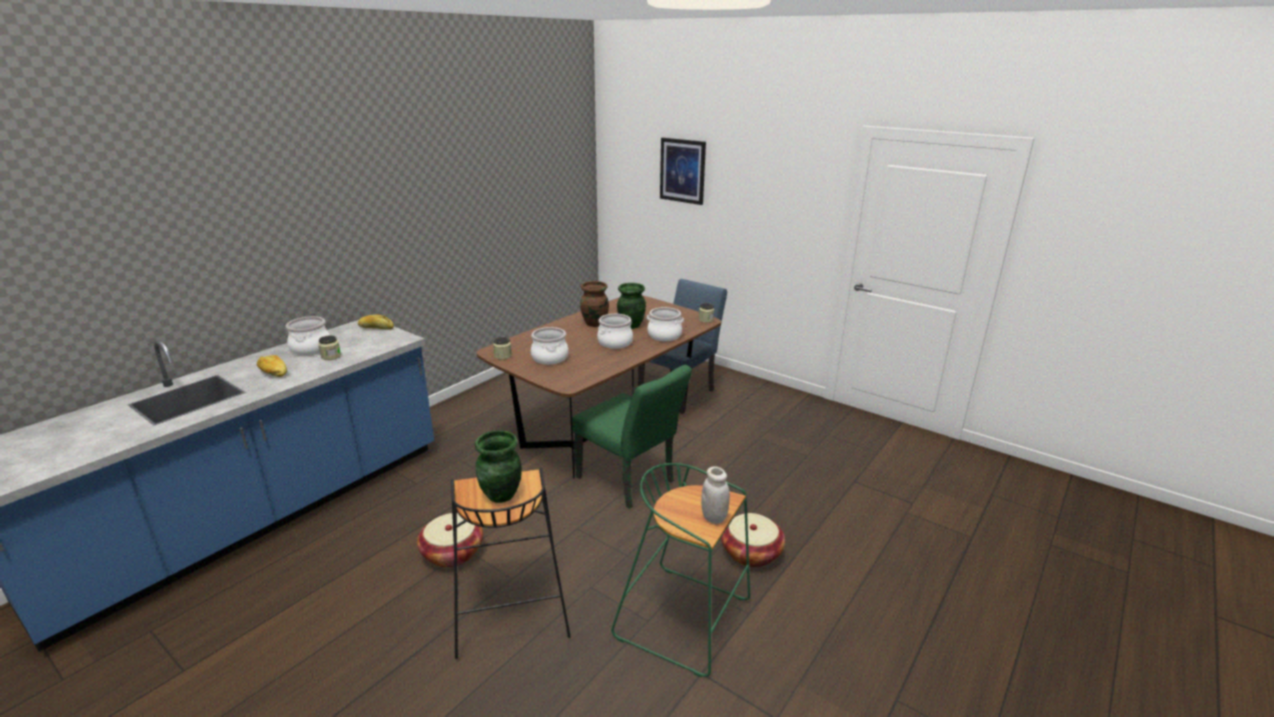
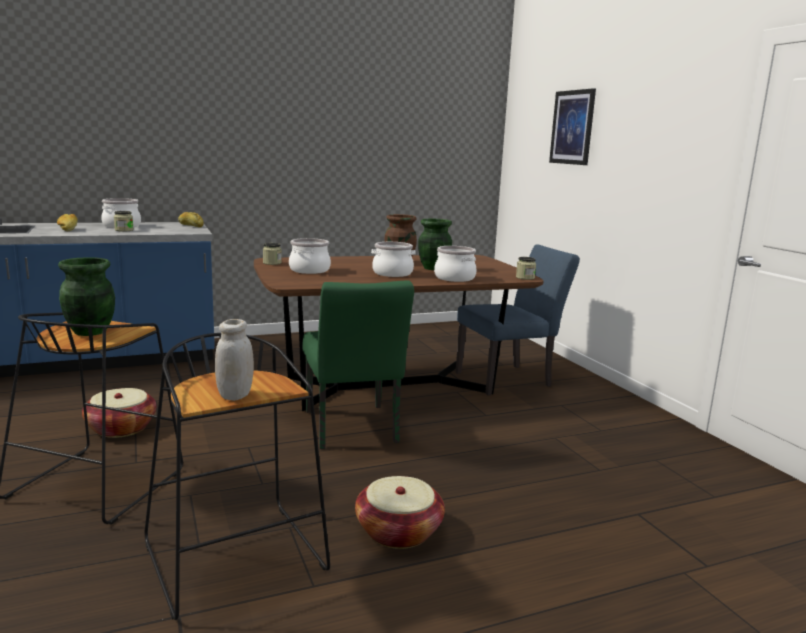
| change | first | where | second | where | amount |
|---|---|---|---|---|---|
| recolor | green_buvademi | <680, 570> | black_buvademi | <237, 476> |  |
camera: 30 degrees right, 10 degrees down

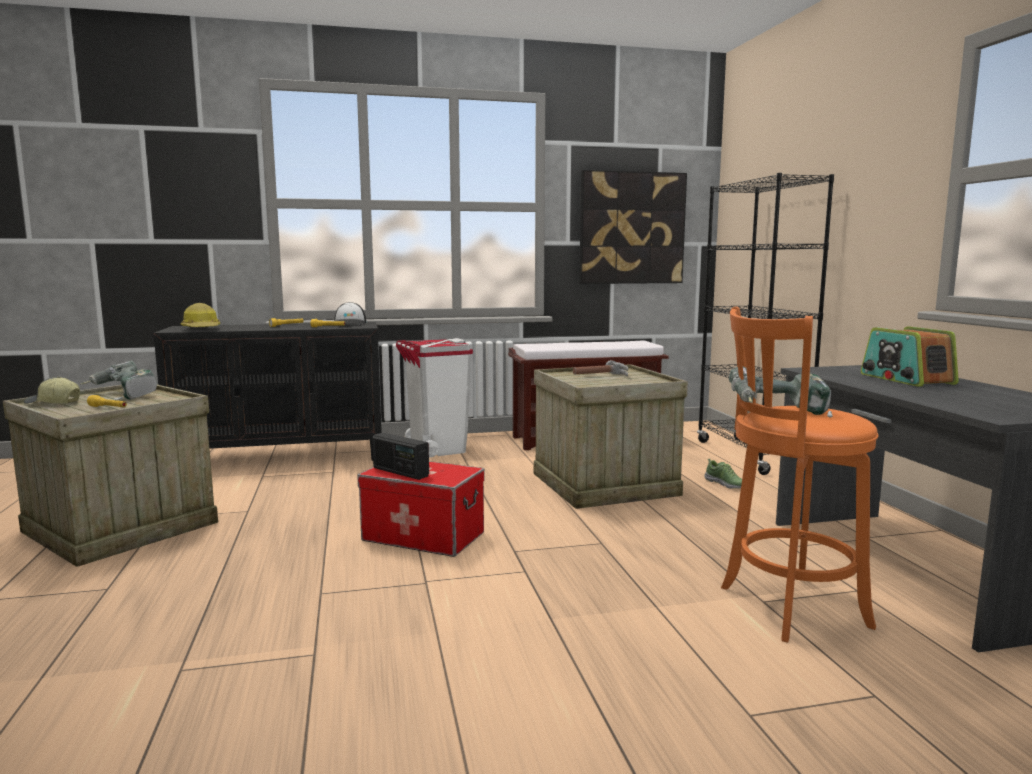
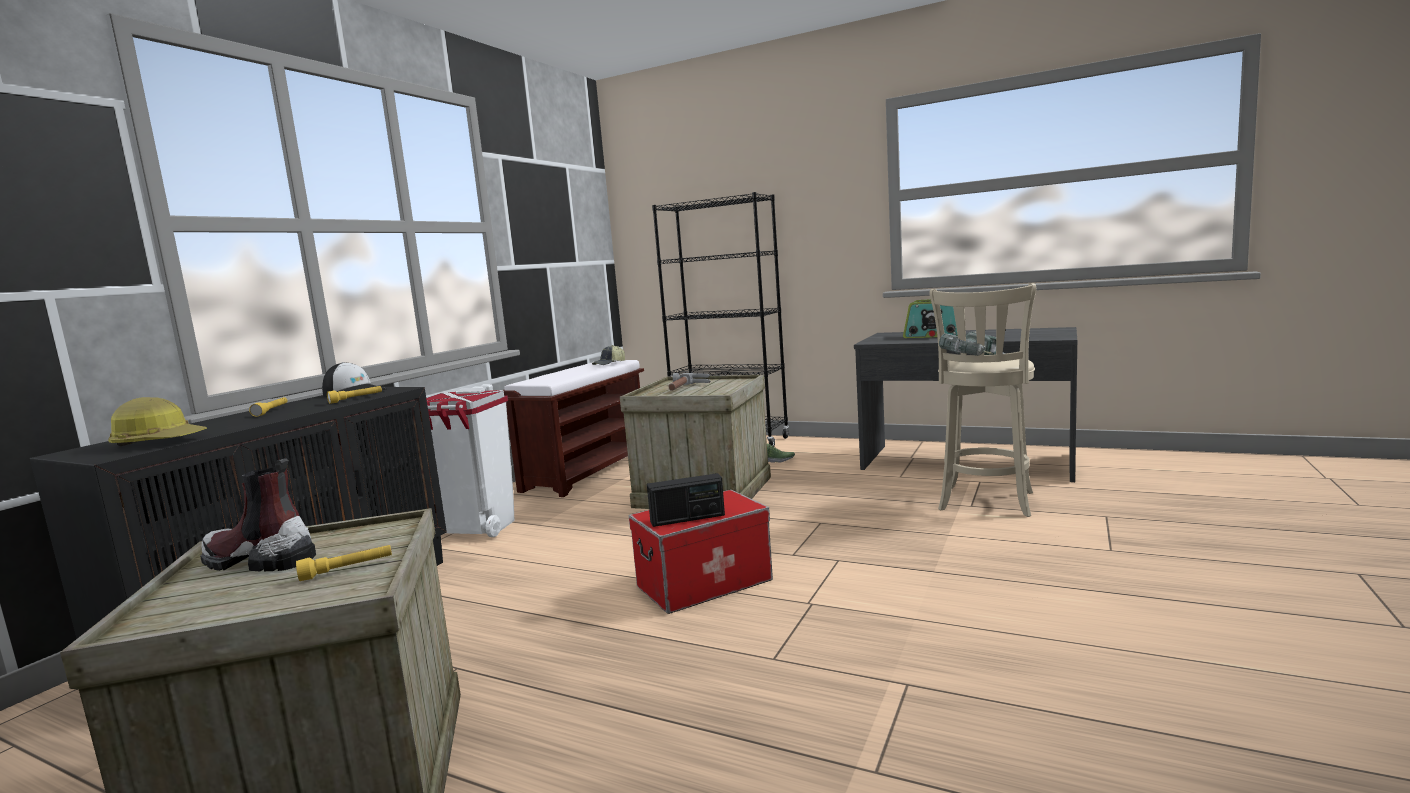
| change | first | where | second | where | amount |
|---|---|---|---|---|---|
| move | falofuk | <52, 390> |  | <608, 355> |  |
| replace | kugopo | <119, 381> | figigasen | <258, 514> |  |
| delete | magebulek | <633, 227> |  |  |  |
| recolor | orange_buvademi | <799, 475> | beige_buvademi | <982, 400> |  |
camera: 50 degrees left, 0 degrees up

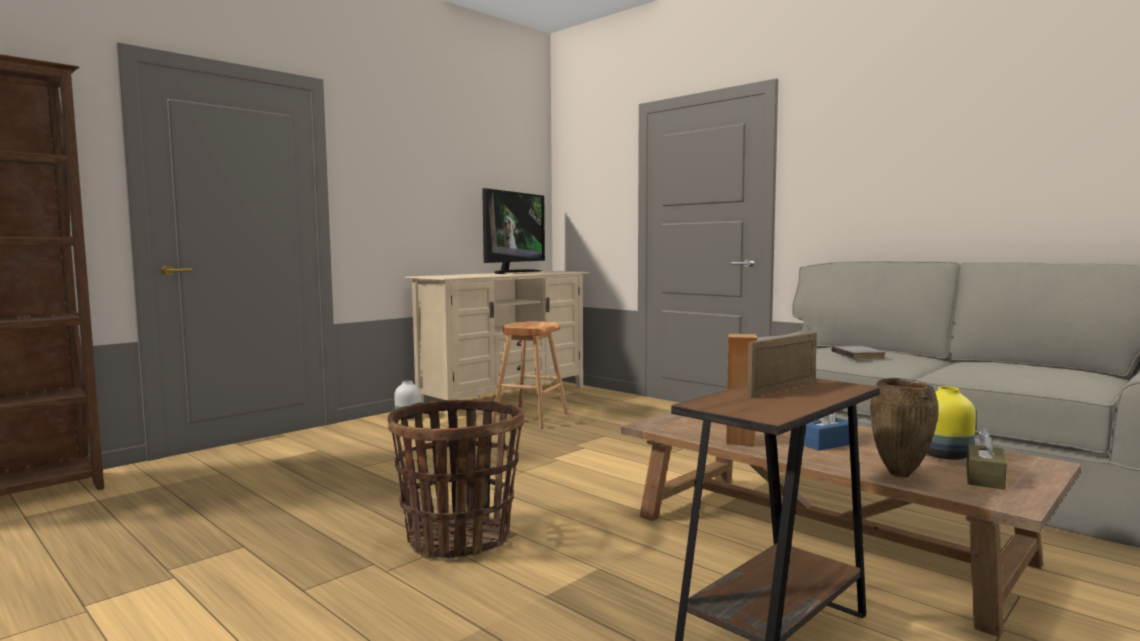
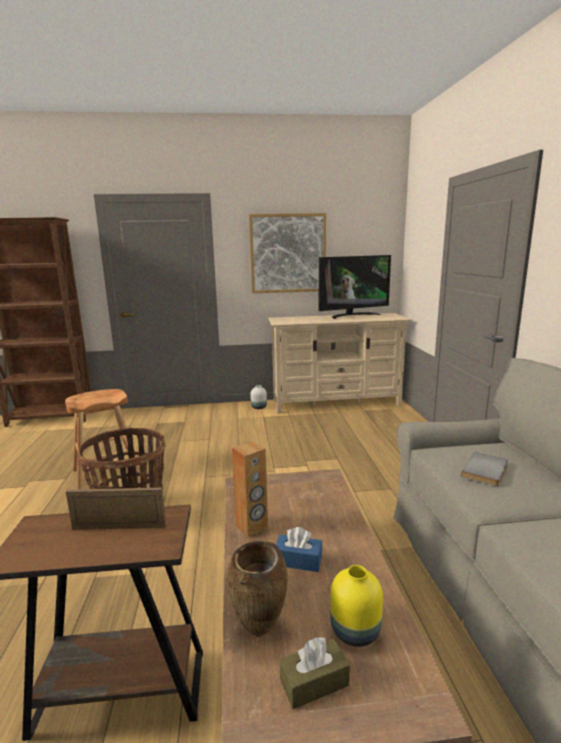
| change | first | where | second | where | amount |
|---|---|---|---|---|---|
| move | brown_buvademi | <530, 375> |  | <102, 439> |  |
| insert |  |  | magebulek | <287, 253> |  |
camera: 40 degrees right, 10 degrees up

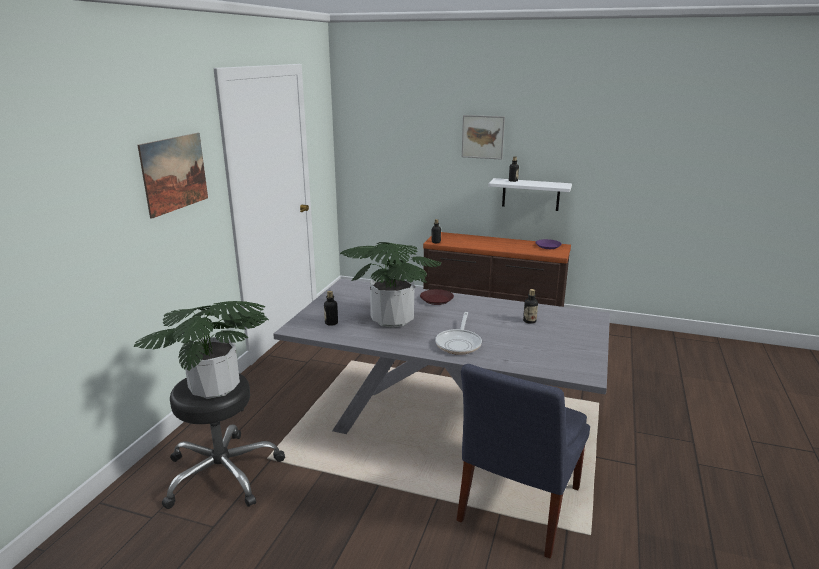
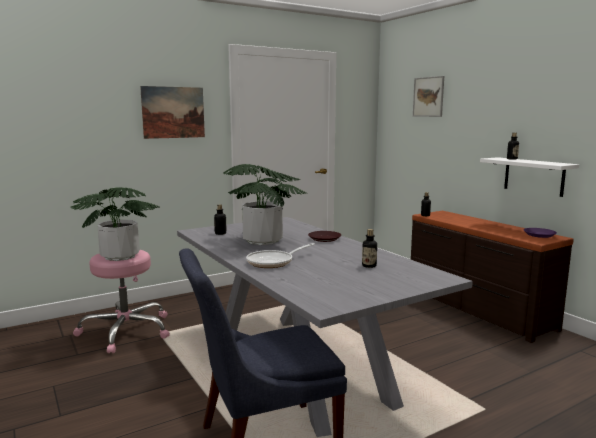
| change | first | where | second | where | amount |
|---|---|---|---|---|---|
| recolor | black_buvademi | <223, 441> | pink_buvademi | <121, 301> |  |
| move | magebulek | <483, 137> |  | <428, 96> |  |
camera: 40 degrees right, 10 degrees down

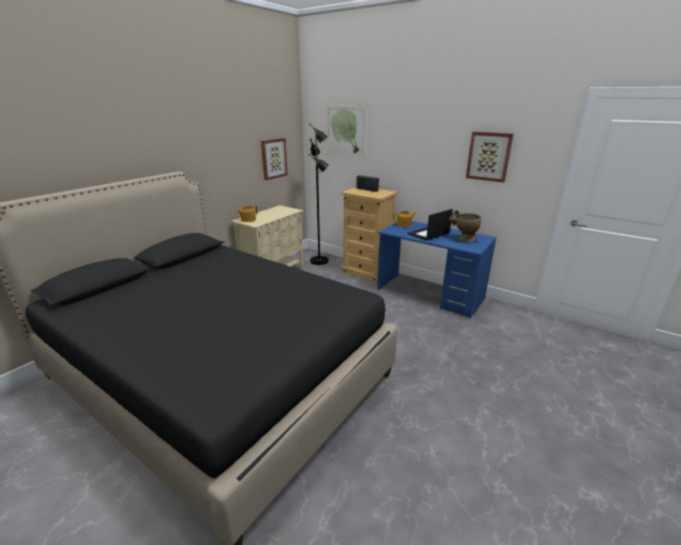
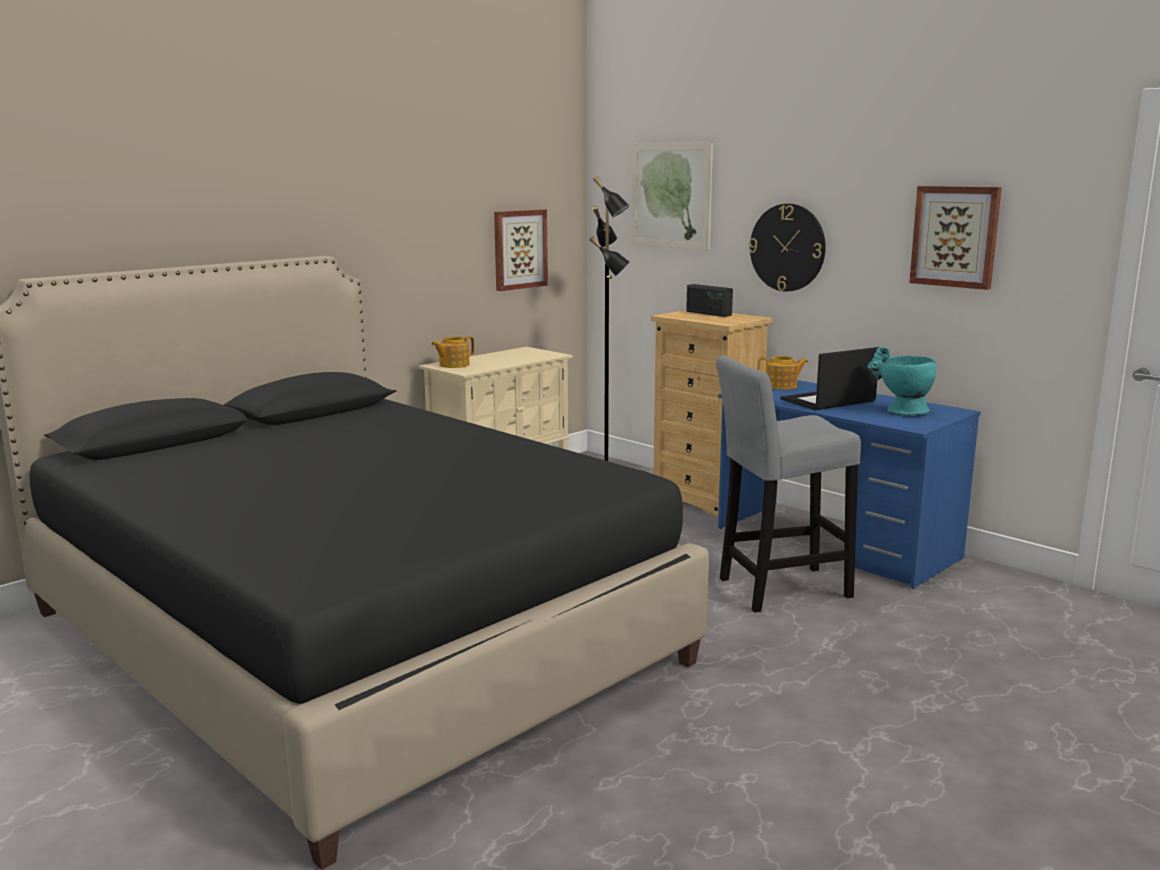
| change | first | where | second | where | amount |
|---|---|---|---|---|---|
| recolor | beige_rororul | <465, 226> | turquoise_rororul | <901, 381> |  |
| insert |  |  | grey_buvademi | <788, 484> |  |
| insert |  |  | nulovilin | <787, 248> |  |
camera: 10 degrees right, 10 degrees down

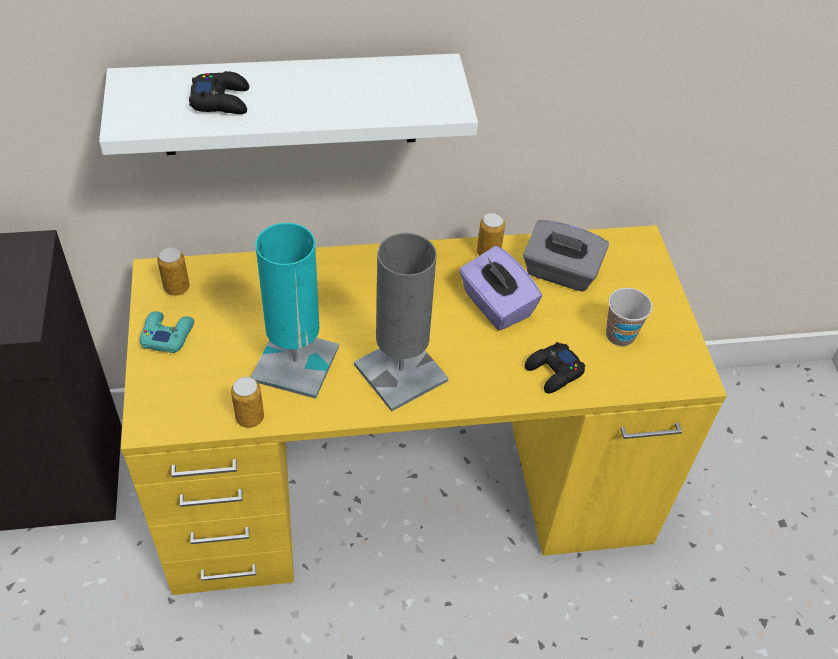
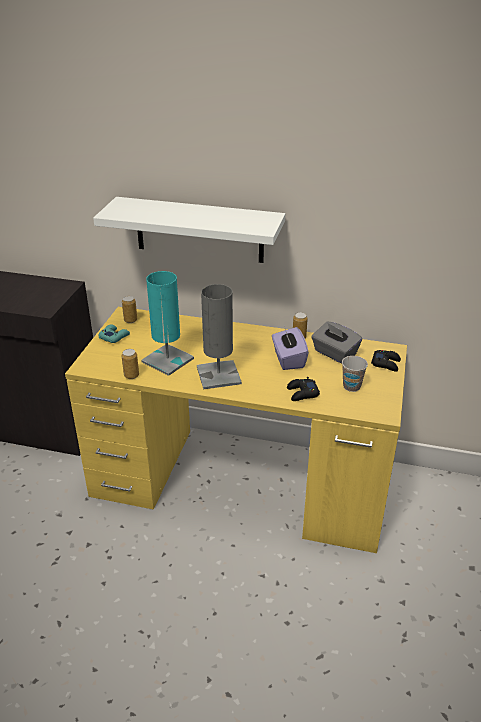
| change | first | where | second | where | amount |
|---|---|---|---|---|---|
| move | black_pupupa | <219, 92> |  | <386, 361> |  |
camera: 25 degrees right, 15 degrees down

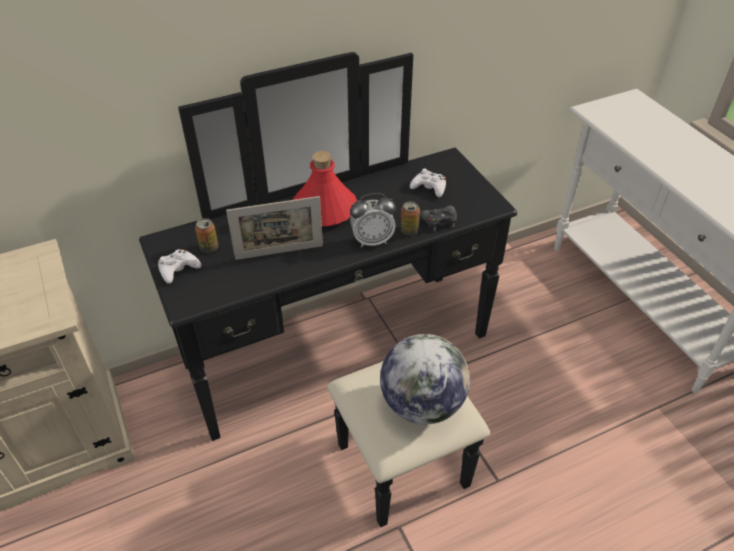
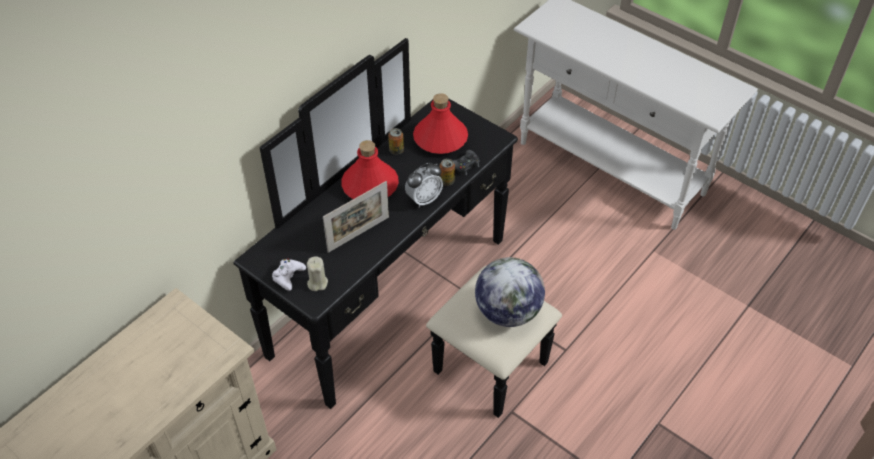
| change | first | where | second | where | amount |
|---|---|---|---|---|---|
| move | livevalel | <206, 235> |  | <396, 141> |  |
| replace | white_pupupa | <428, 183> | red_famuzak | <440, 123> |  |
| insert |  |  | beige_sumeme | <317, 273> |  |
camera: 25 degrees left, 5 degrees up

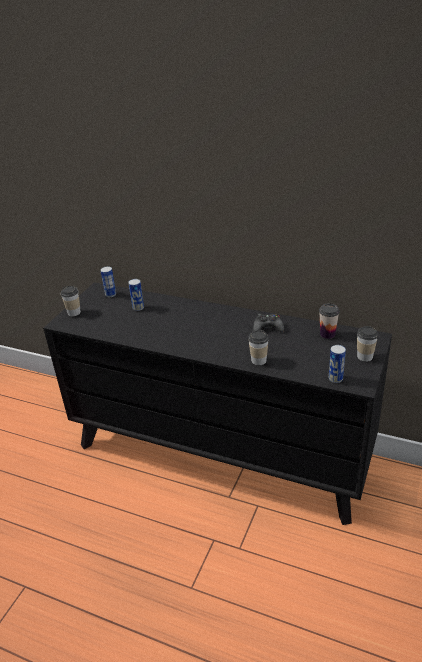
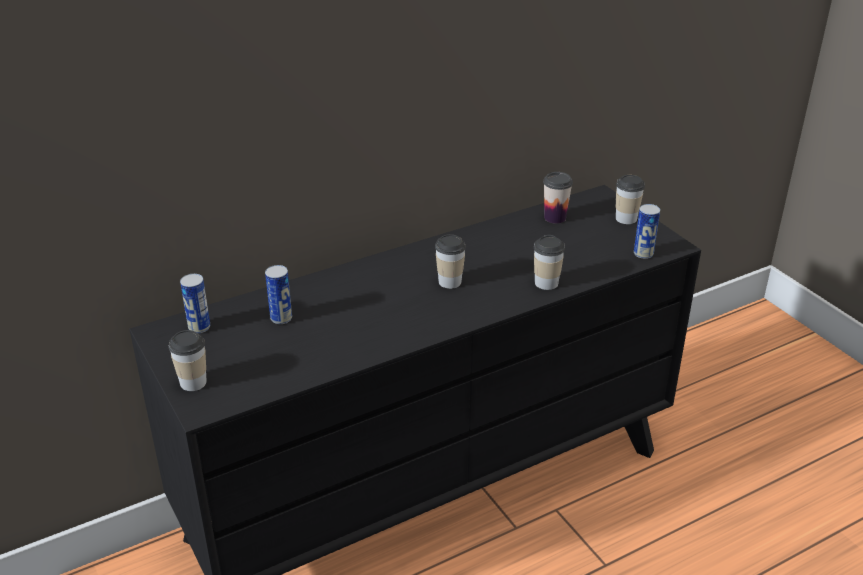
| change | first | where | second | where | amount |
|---|---|---|---|---|---|
| delete | black_pupupa | <268, 323> |  |  |  |
| insert |  |  | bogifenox | <450, 261> |  |
camera: 55 degrees left, 0 degrees up

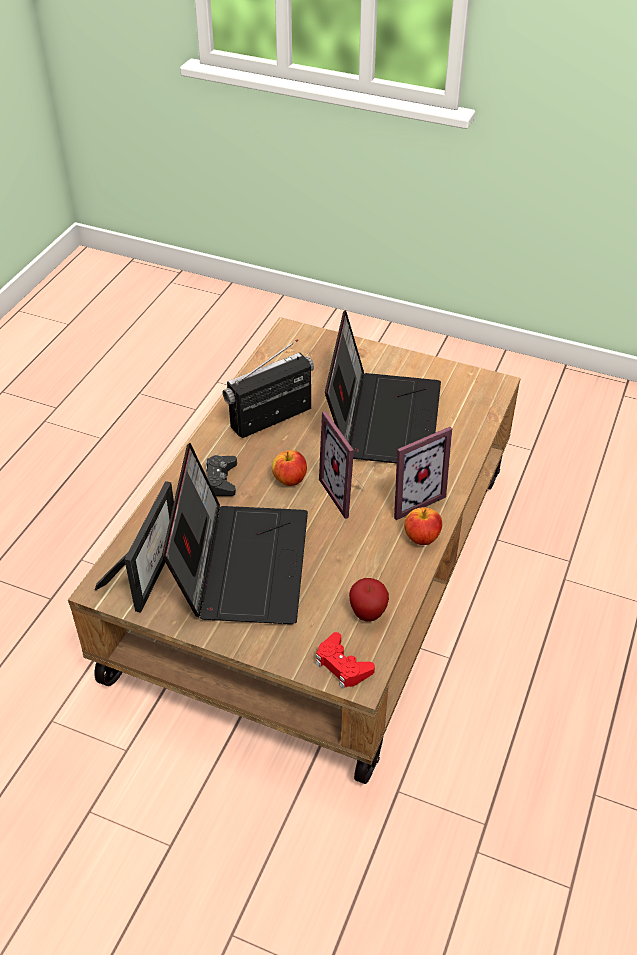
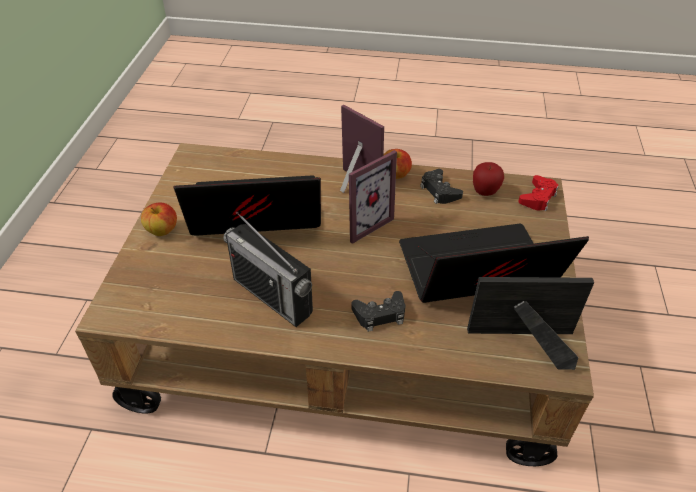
| change | first | where | second | where | amount |
|---|---|---|---|---|---|
| move | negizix | <289, 468> |  | <159, 219> |  |
| insert |  |  | black_pupupa | <441, 186> |  |
camera: 105 degrees left, 0 degrees up

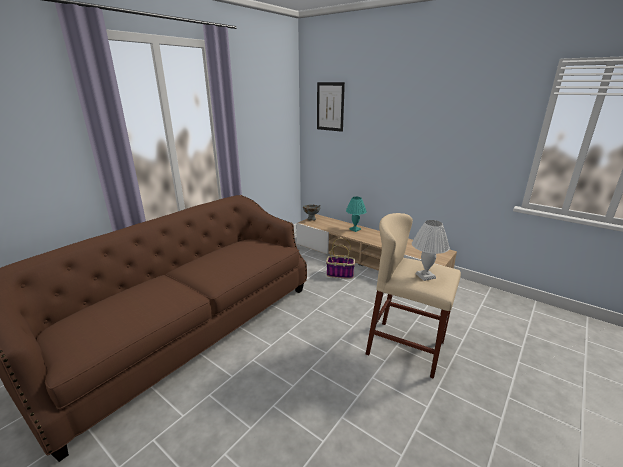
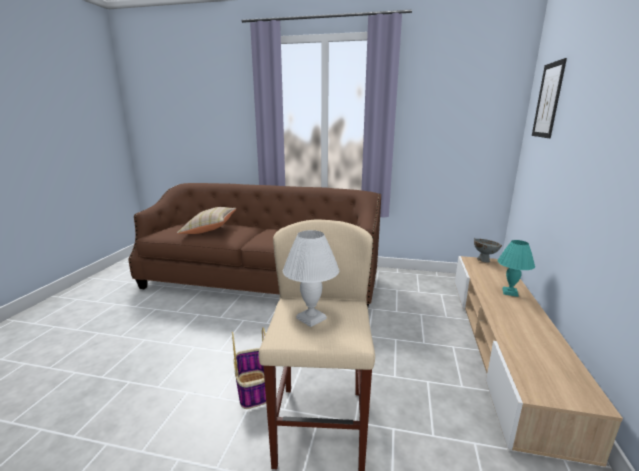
| change | first | where | second | where | amount |
|---|---|---|---|---|---|
| move | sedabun | <340, 258> |  | <249, 368> |  |
| insert |  |  | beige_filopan | <206, 220> |  |
camera: 65 degrees right, 5 degrees down

